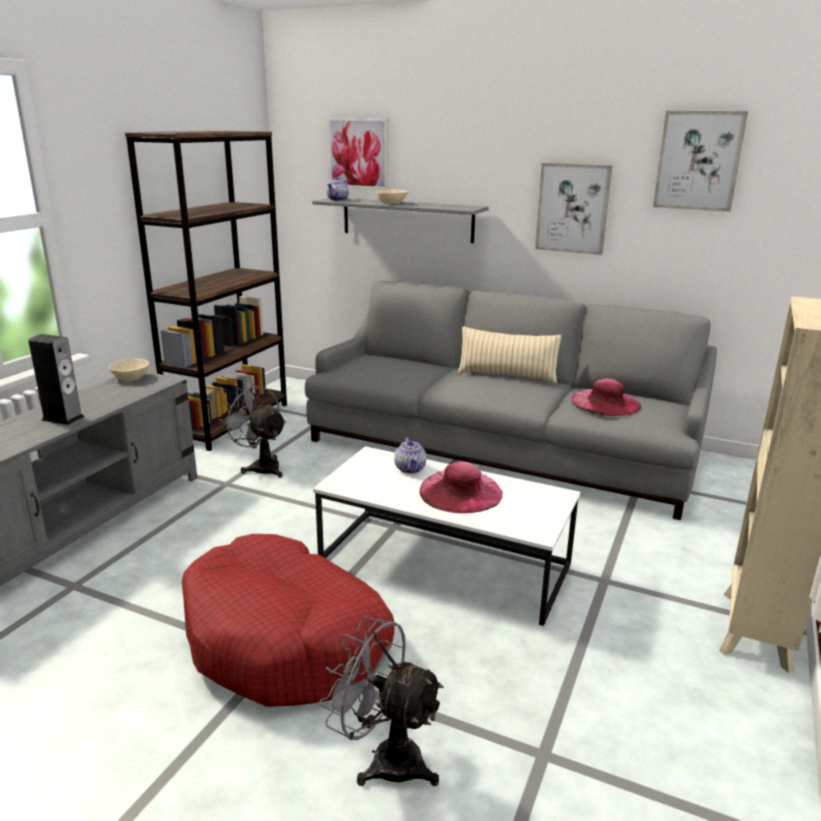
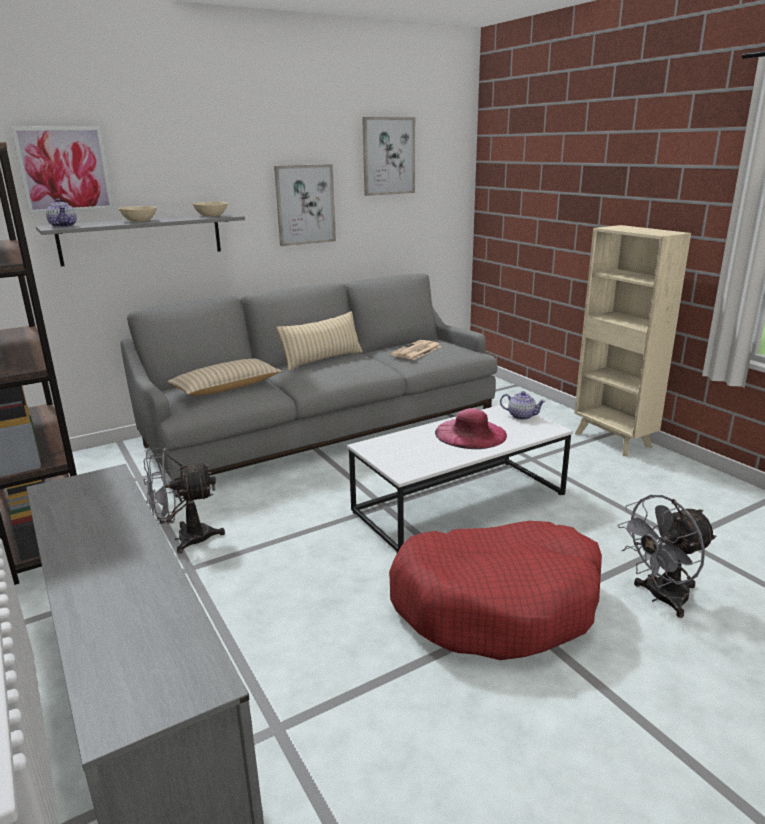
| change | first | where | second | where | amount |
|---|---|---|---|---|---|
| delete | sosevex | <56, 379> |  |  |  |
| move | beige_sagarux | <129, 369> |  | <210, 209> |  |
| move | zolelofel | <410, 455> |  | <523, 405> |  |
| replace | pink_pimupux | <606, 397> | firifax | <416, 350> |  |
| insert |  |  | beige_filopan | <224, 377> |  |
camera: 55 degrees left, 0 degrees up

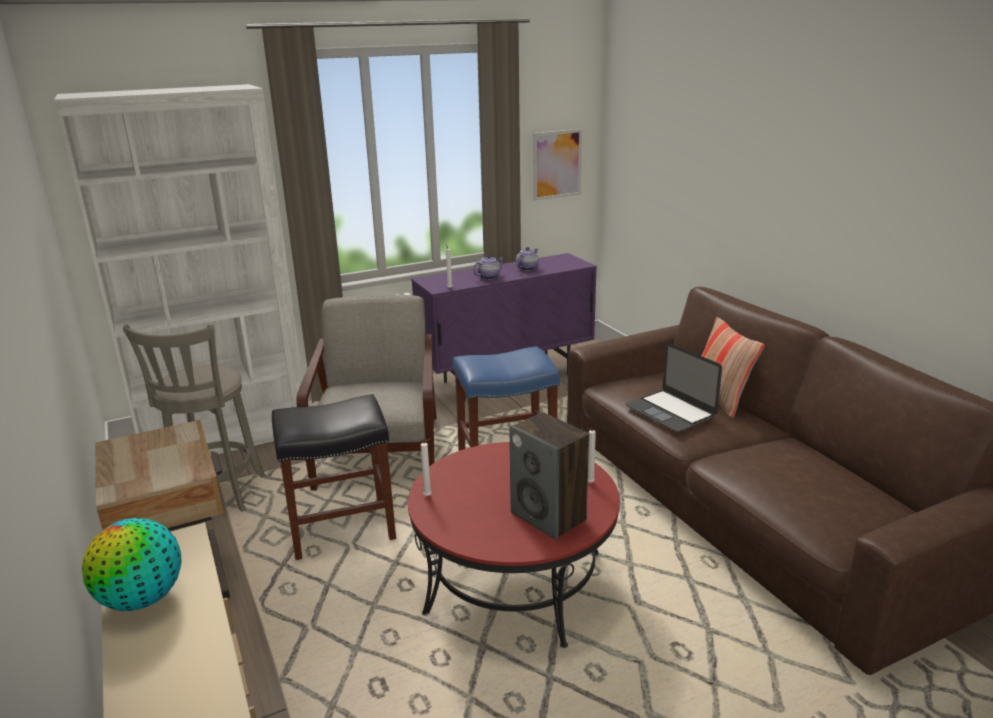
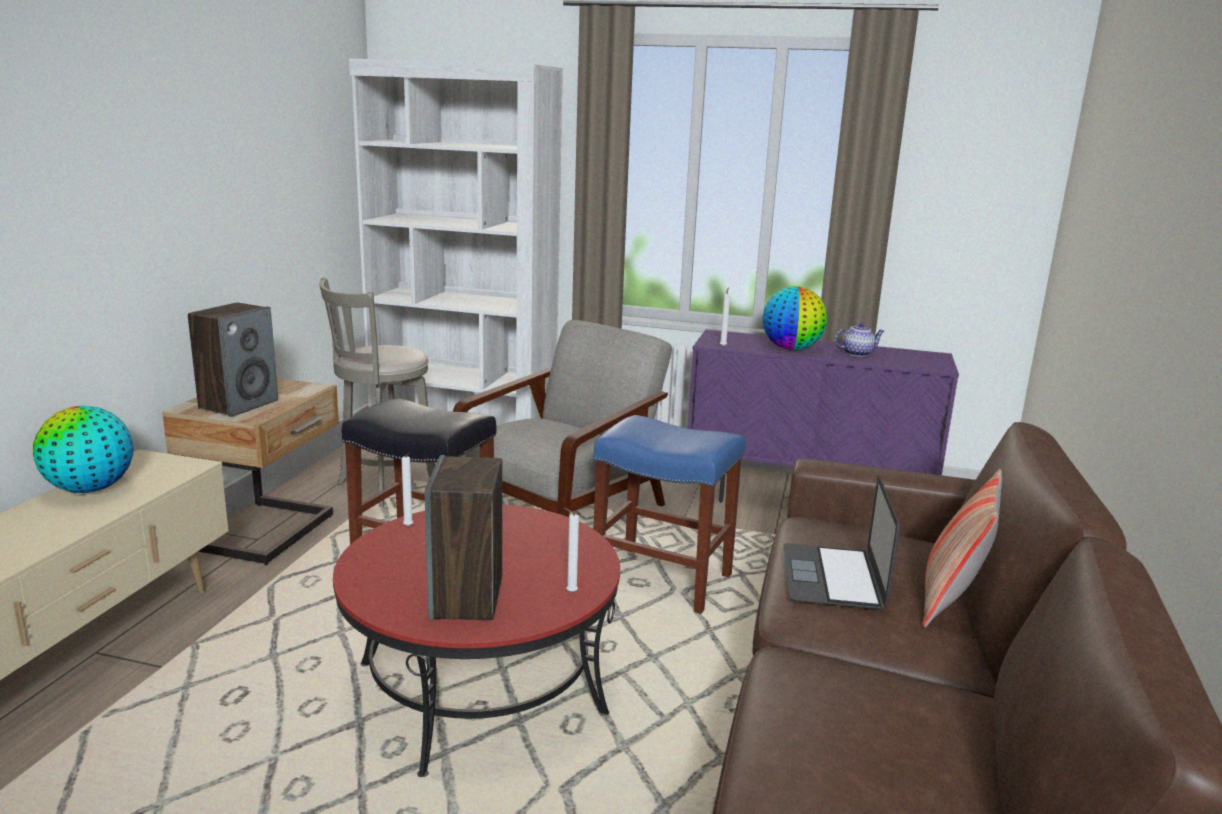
| change | first | where | second | where | amount |
|---|---|---|---|---|---|
| replace | zolelofel | <488, 267> | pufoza | <794, 318> |  |
| delete | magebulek | <557, 165> |  |  |  |
| insert |  |  | sosevex | <233, 359> |  |
camera: 40 degrees right, 5 degrees down

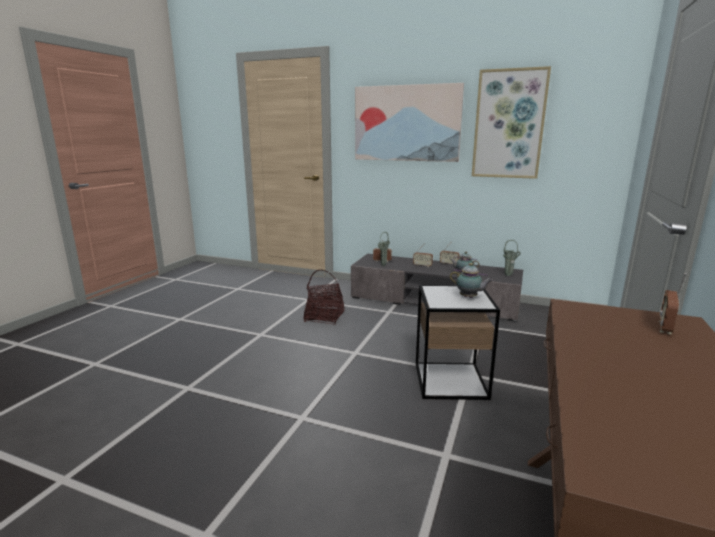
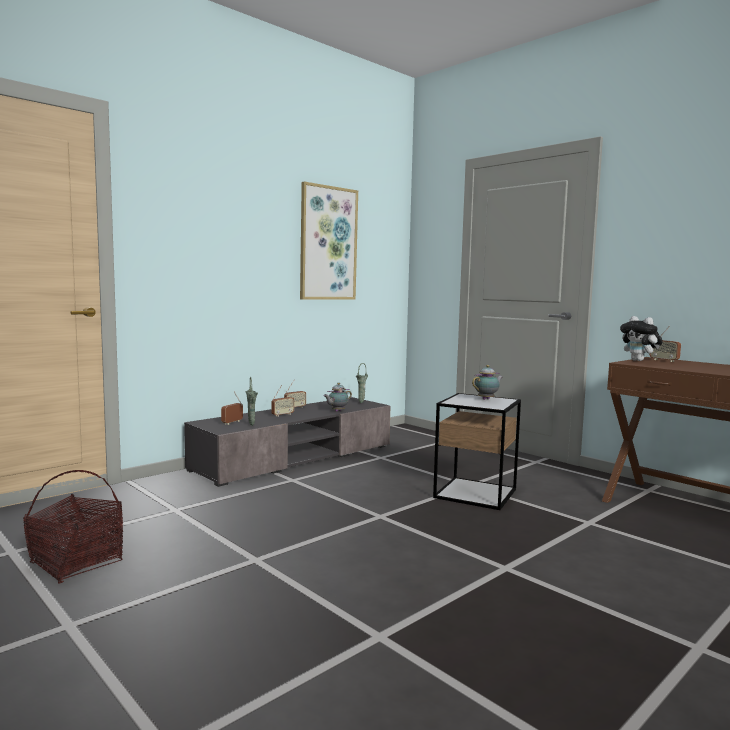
| change | first | where | second | where | amount |
|---|---|---|---|---|---|
| move | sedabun | <324, 297> |  | <73, 527> |  |
| delete | magebulek | <409, 122> |  |  |  |
| insert |  |  | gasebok | <641, 338> |  |
camera: 65 degrees left, 10 degrees down

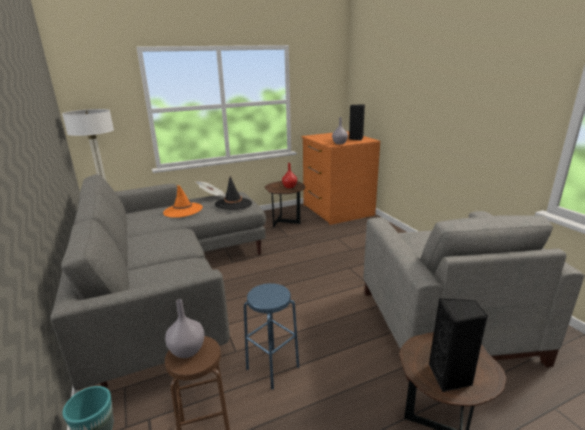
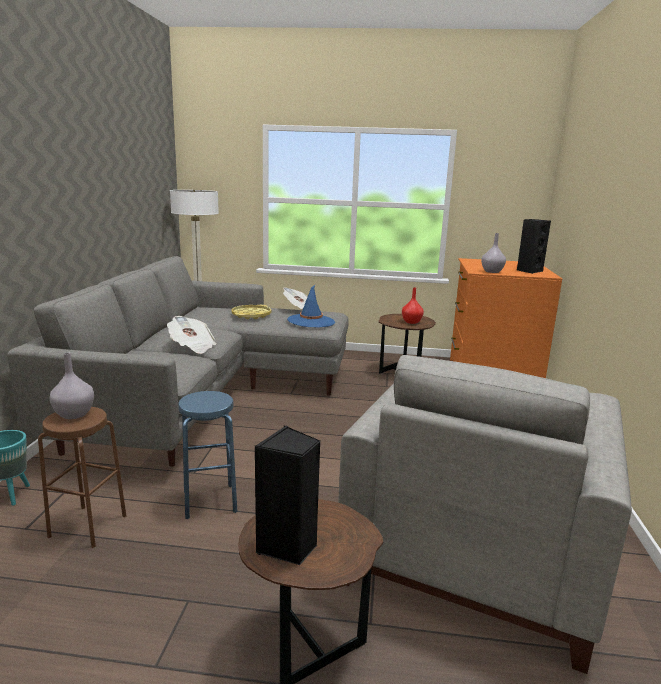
| change | first | where | second | where | amount |
|---|---|---|---|---|---|
| replace | orange_pimupux | <183, 201> | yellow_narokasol | <251, 312> |  |
| recolor | black_pimupux | <233, 193> | blue_pimupux | <311, 306> |  |
| insert |  |  | firifax | <192, 335> |  |
camera: 30 degrees right, 5 degrees down

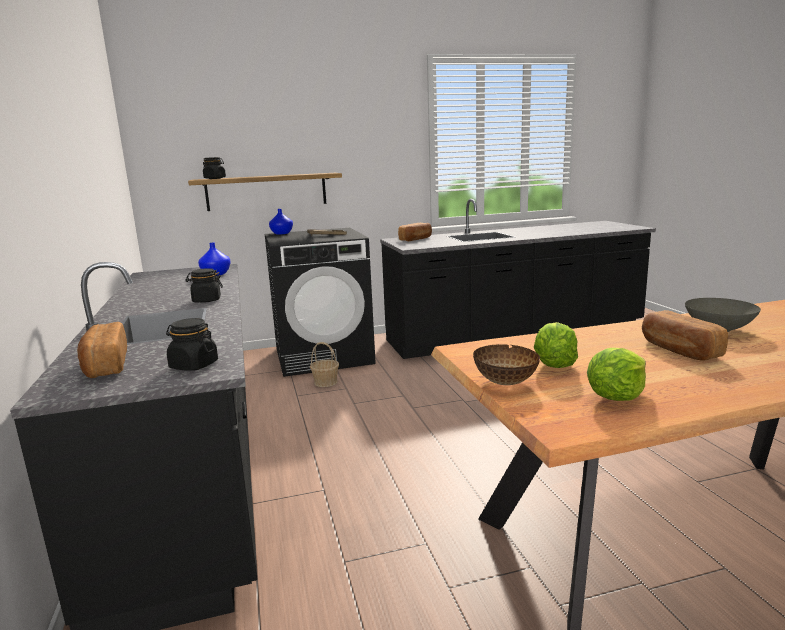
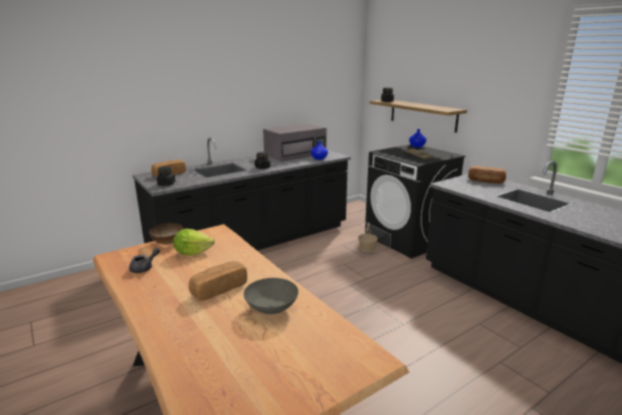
| change | first | where | second | where | amount |
|---|---|---|---|---|---|
| replace | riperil | <616, 374> | grey_zolelofel | <144, 260> |  |
| insert |  |  | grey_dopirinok | <295, 142> |  |
camera: 70 degrees right, 5 degrees up

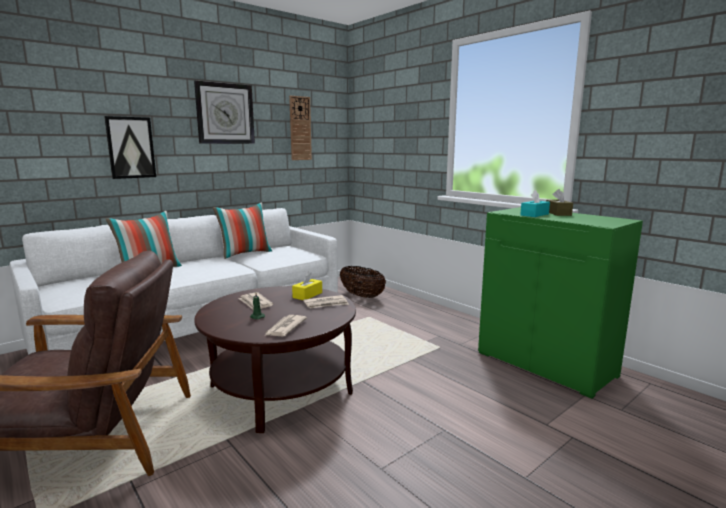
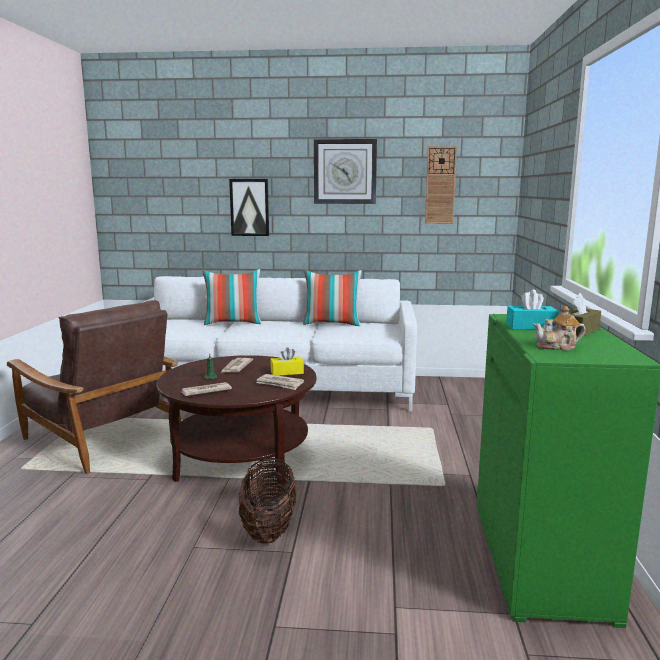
| change | first | where | second | where | amount |
|---|---|---|---|---|---|
| move | sedabun | <363, 282> |  | <268, 500> |  |
| insert |  |  | zolelofel | <559, 328> |  |
camera: 45 degrees right, 0 degrees up

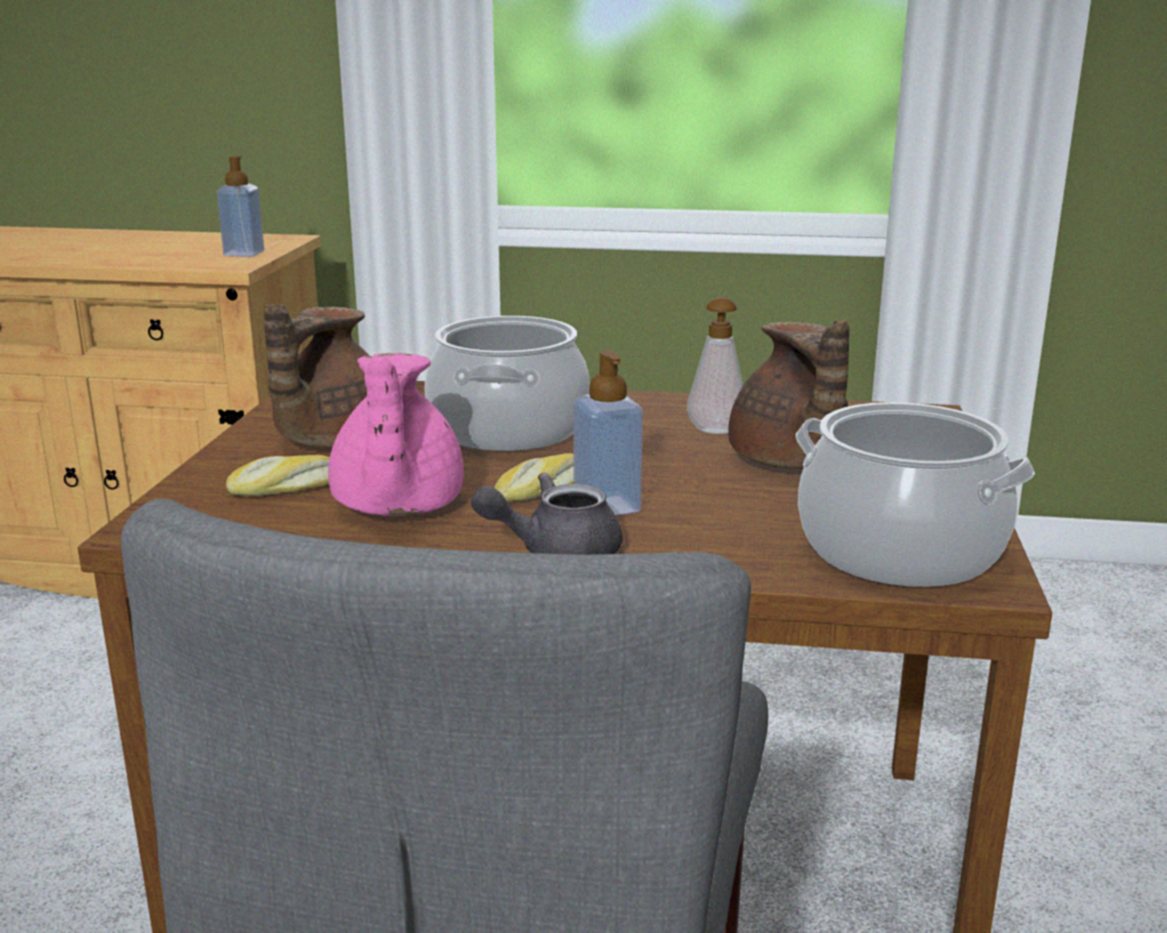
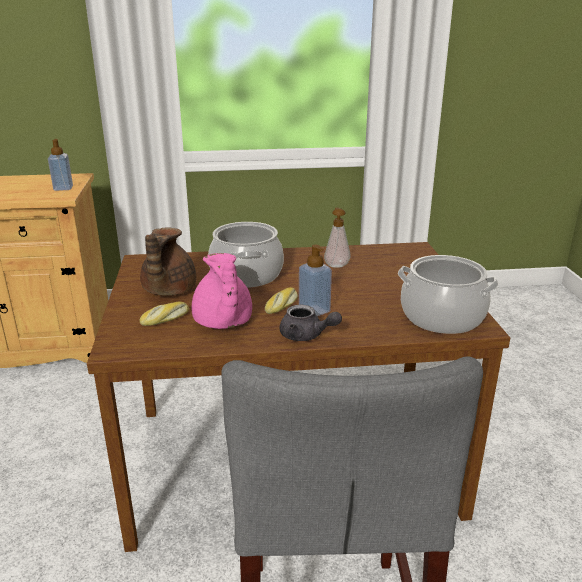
| change | first | where | second | where | amount |
|---|---|---|---|---|---|
| rotate | grey_zolelofel | <546, 513> |  | <311, 323> | 120 degrees counterclockwise |
| delete | brown_zolelofel | <788, 394> |  |  |  |
camera: 15 degrees left, 5 degrees up

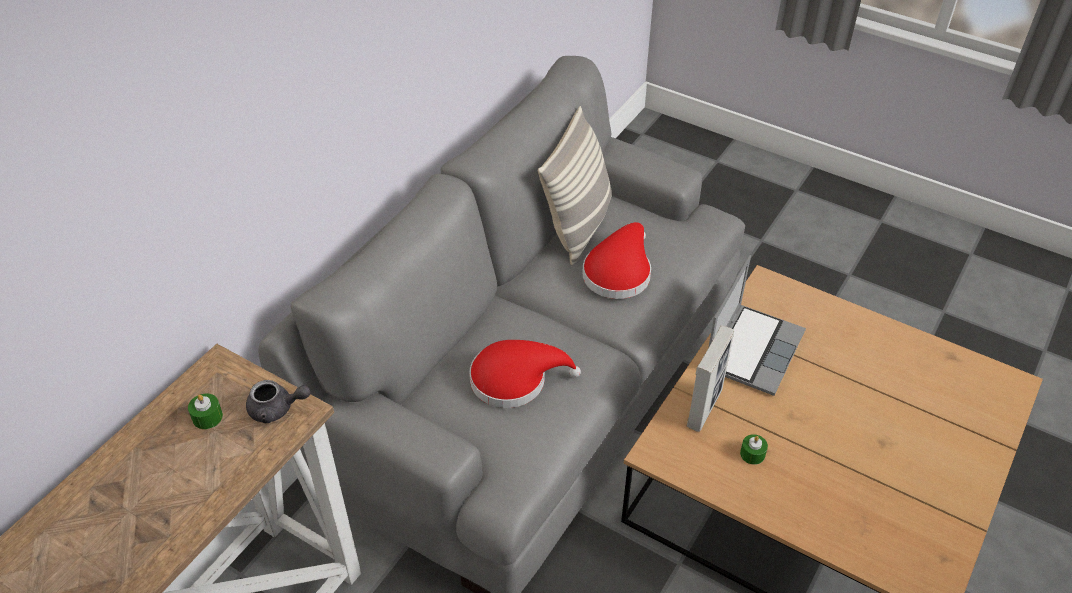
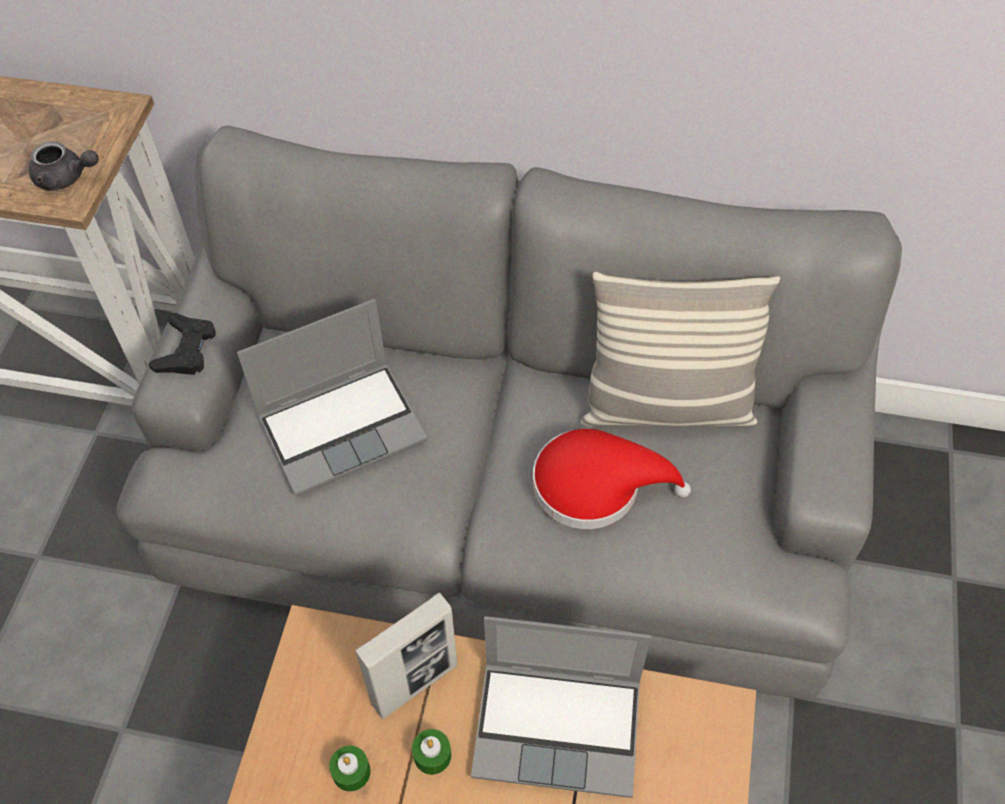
| change | first | where | second | where | amount |
|---|---|---|---|---|---|
| move | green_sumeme | <205, 411> |  | <431, 752> |  |
| rotate | grey_zolelofel | <278, 401> |  | <64, 166> | 60 degrees counterclockwise |
| replace | red_pimupux | <525, 374> | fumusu | <332, 397> |  |
| rotate | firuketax | <710, 378> |  | <406, 655> | 45 degrees counterclockwise |
| insert |  |  | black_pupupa | <182, 344> |  |
camera: 70 degrees right, 10 degrees up

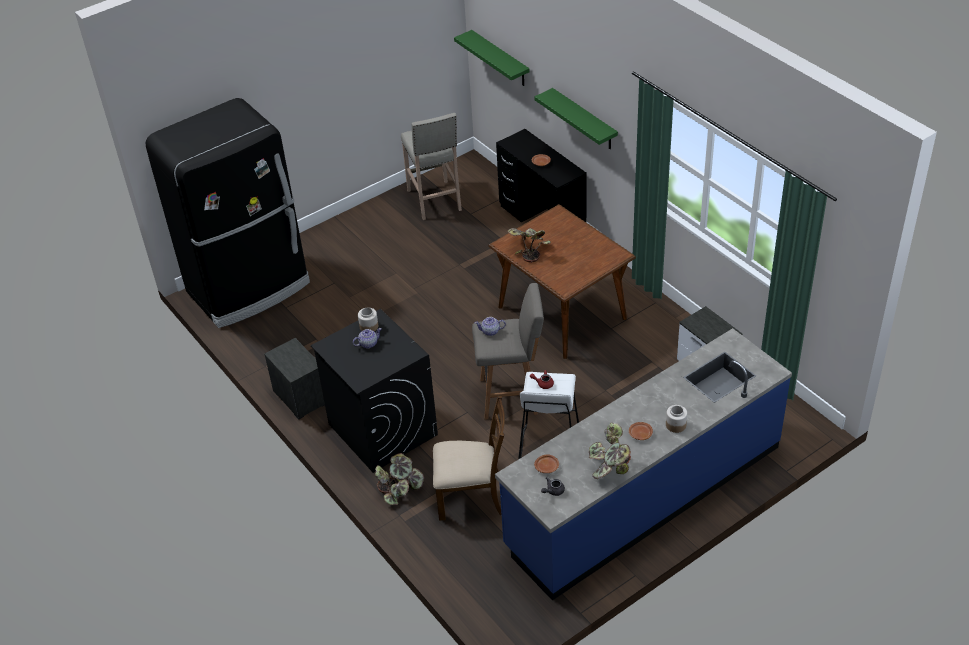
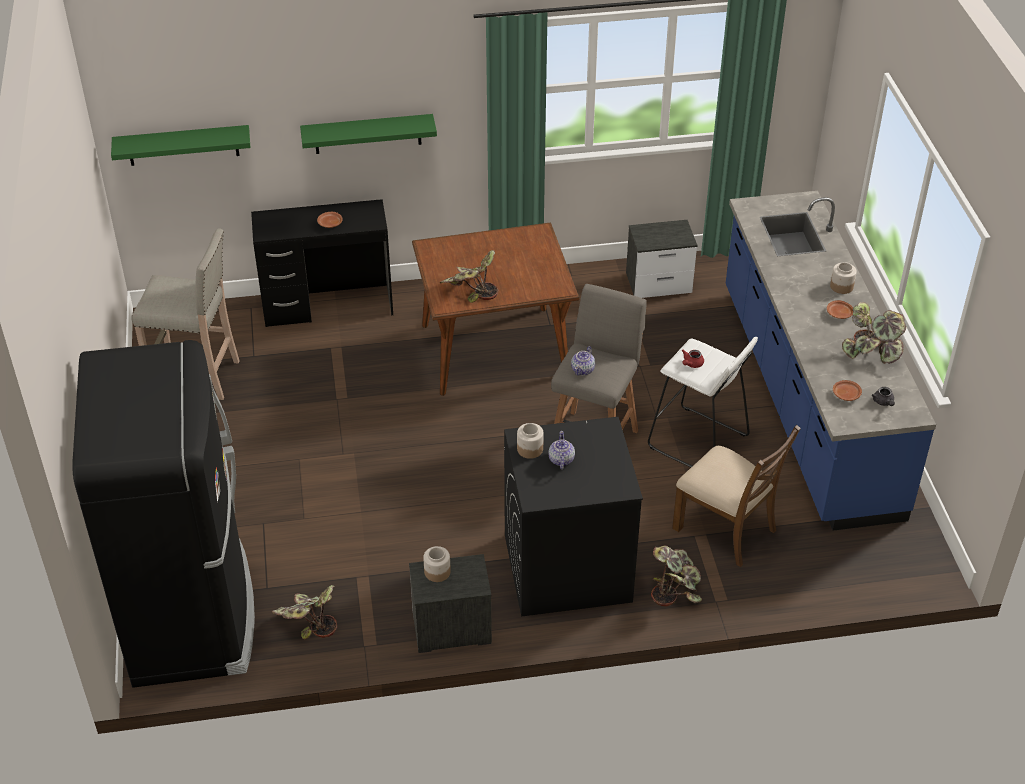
| change | first | where | second | where | amount |
|---|---|---|---|---|---|
| rotate | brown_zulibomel | <469, 458> |  | <736, 496> | 105 degrees clockwise |
| insert |  |  | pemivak | <304, 612> |  |
| insert |  |  | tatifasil | <437, 564> |  |
camera: 65 degrees left, 0 degrees up

